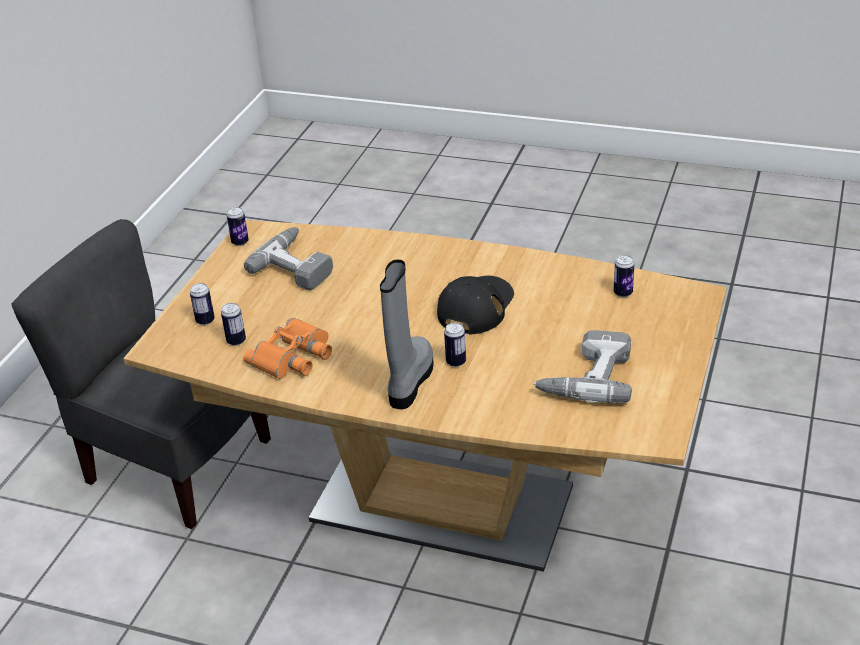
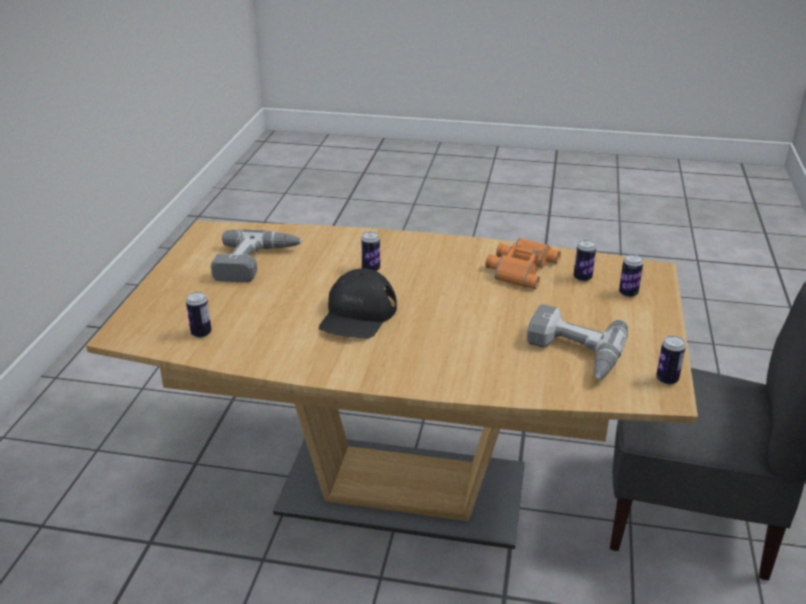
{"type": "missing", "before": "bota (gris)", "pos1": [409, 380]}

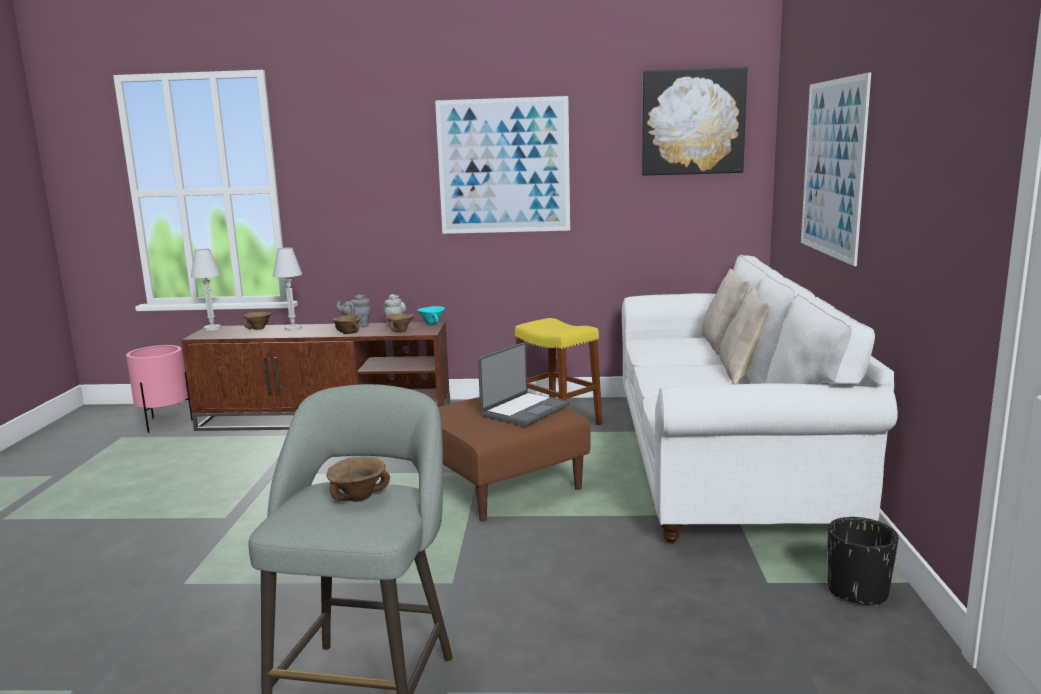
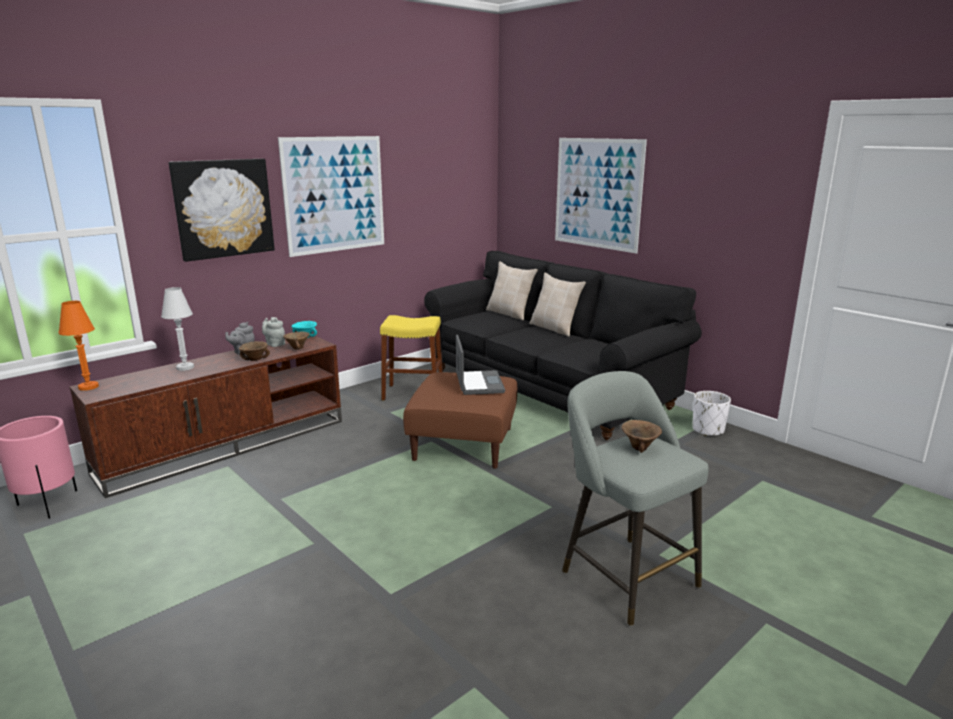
{"type": "colour", "before": "lámpara de mesa (blanco)", "after": "lámpara de mesa (naranja)", "pos1": [212, 329], "pos2": [88, 387]}
{"type": "relocated", "before": "cuadro", "pos1": [692, 122], "pos2": [223, 208]}
{"type": "colour", "before": "sofá (blanco)", "after": "sofá (negro)", "pos1": [721, 461], "pos2": [547, 389]}
{"type": "colour", "before": "maceta (negro)", "after": "maceta (blanco)", "pos1": [857, 591], "pos2": [708, 430]}
{"type": "missing", "before": "cuenco (marrón)", "pos1": [258, 329]}

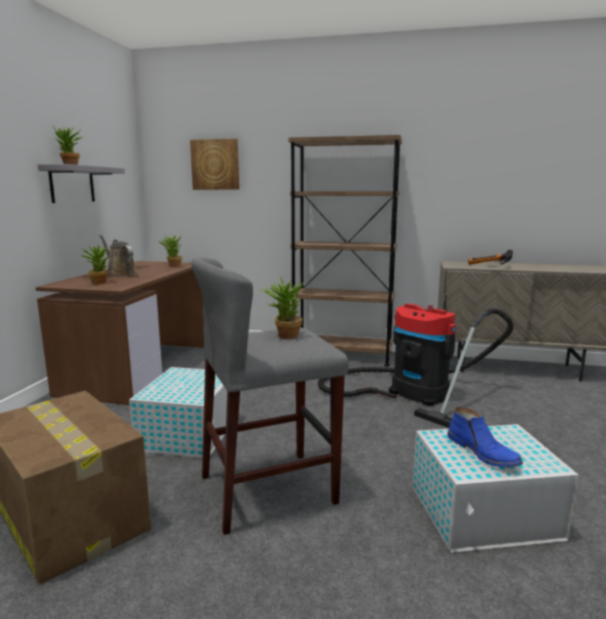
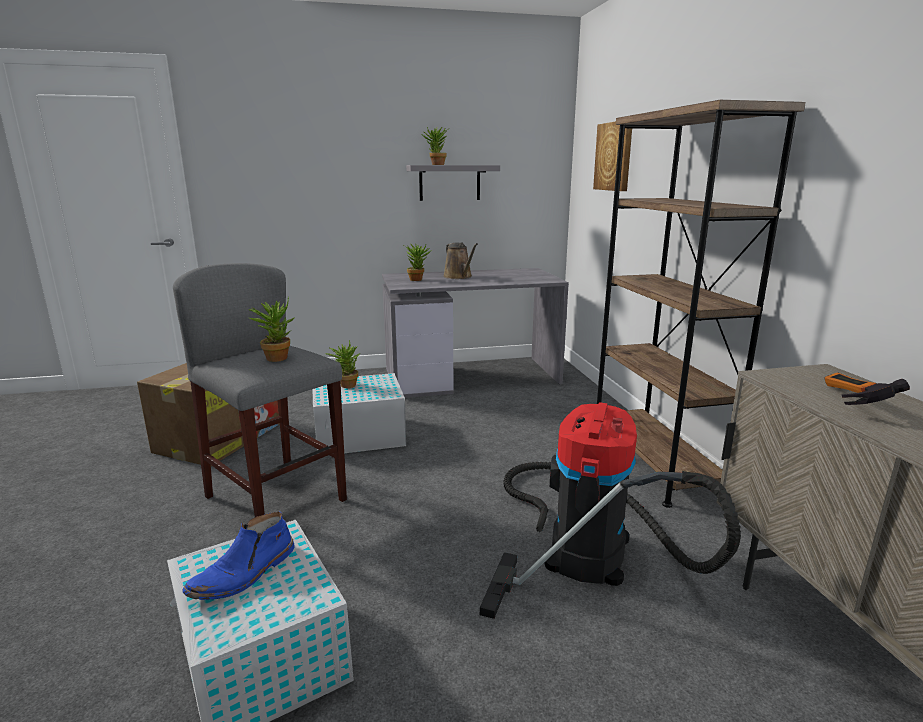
{"type": "relocated", "before": "planta en maceta", "pos1": [172, 266], "pos2": [345, 385]}
{"type": "colour", "before": "escritorio (marrón)", "after": "escritorio (gris)", "pos1": [139, 368], "pos2": [472, 376]}
{"type": "spun", "before": "regadera (marrón)", "pos1": [120, 274], "pos2": [459, 277], "turn": 135}

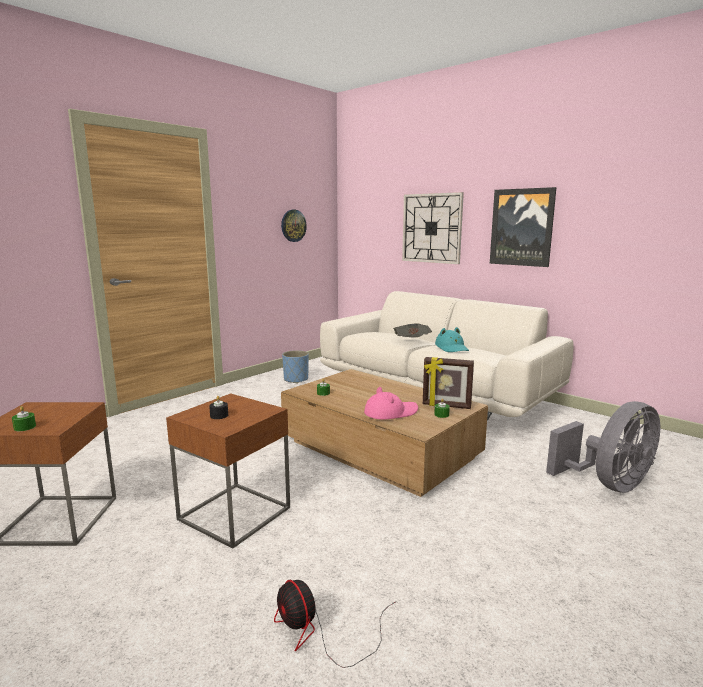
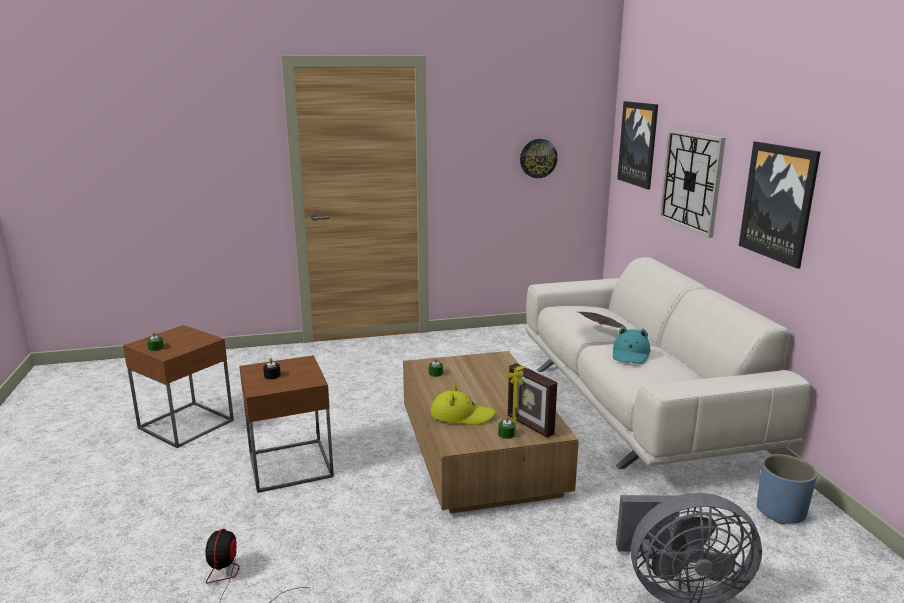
{"type": "colour", "before": "sombrero (rosa)", "after": "sombrero (amarillo)", "pos1": [390, 412], "pos2": [461, 415]}
{"type": "appeared", "after": "cuadro", "pos2": [638, 144]}
{"type": "relocated", "before": "maceta (azul)", "pos1": [296, 379], "pos2": [780, 511]}

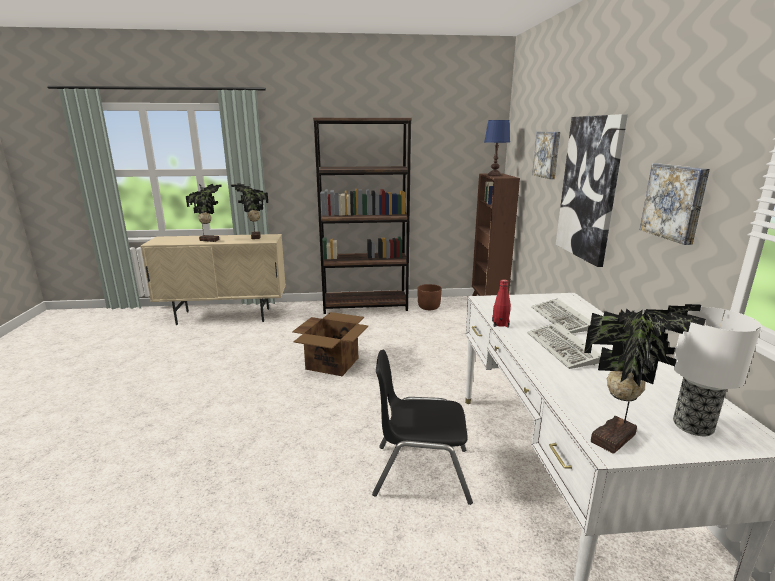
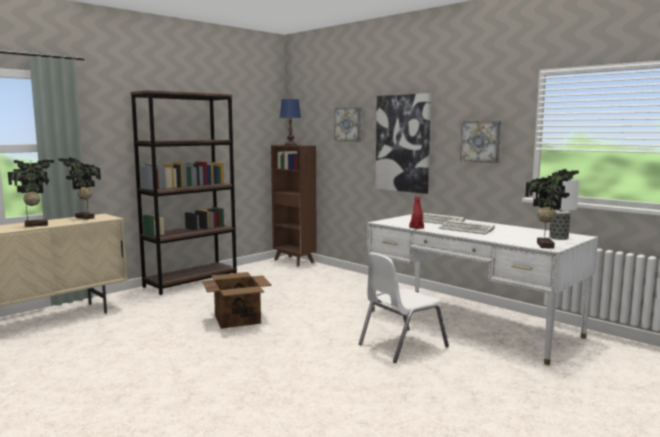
{"type": "colour", "before": "silla (negro)", "after": "silla (blanco)", "pos1": [421, 472], "pos2": [401, 345]}
{"type": "missing", "before": "maceta (marrón)", "pos1": [428, 307]}

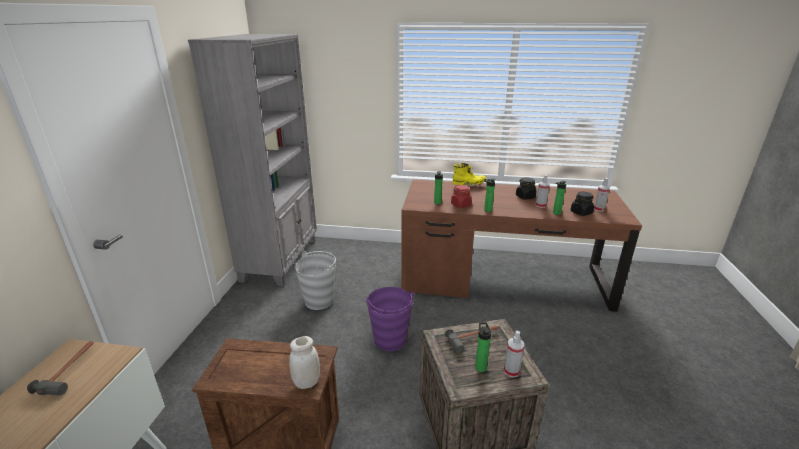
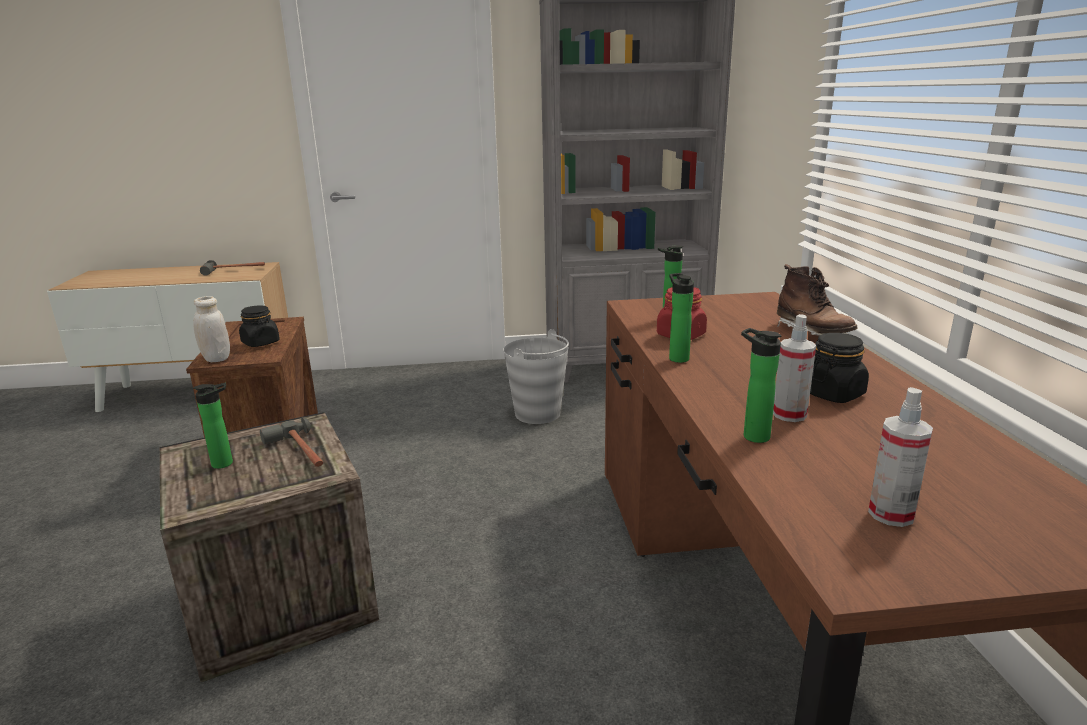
{"type": "relocated", "before": "tarro (negro)", "pos1": [581, 212], "pos2": [261, 343]}
{"type": "colour", "before": "bota (amarillo)", "after": "bota (marrón)", "pos1": [468, 186], "pos2": [812, 333]}
{"type": "missing", "before": "cubo (morado)", "pos1": [390, 340]}
{"type": "missing", "before": "pulverizador", "pos1": [511, 371]}

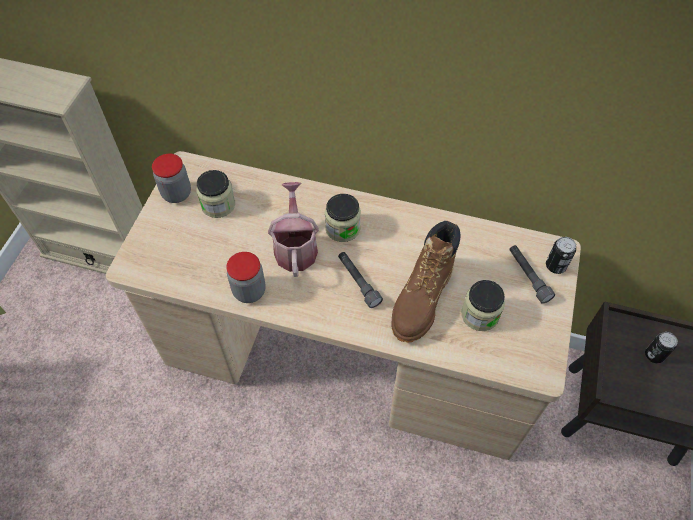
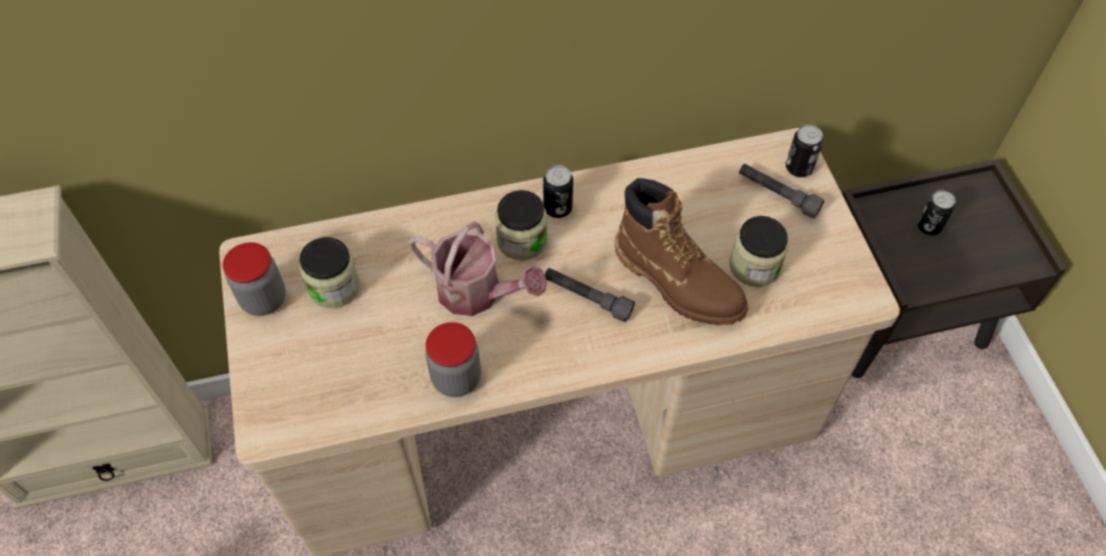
{"type": "spun", "before": "regadera", "pos1": [295, 247], "pos2": [477, 293], "turn": 150}
{"type": "appeared", "after": "lata", "pos2": [558, 208]}
{"type": "spun", "before": "bota (marrón)", "pos1": [422, 300], "pos2": [677, 282], "turn": -45}

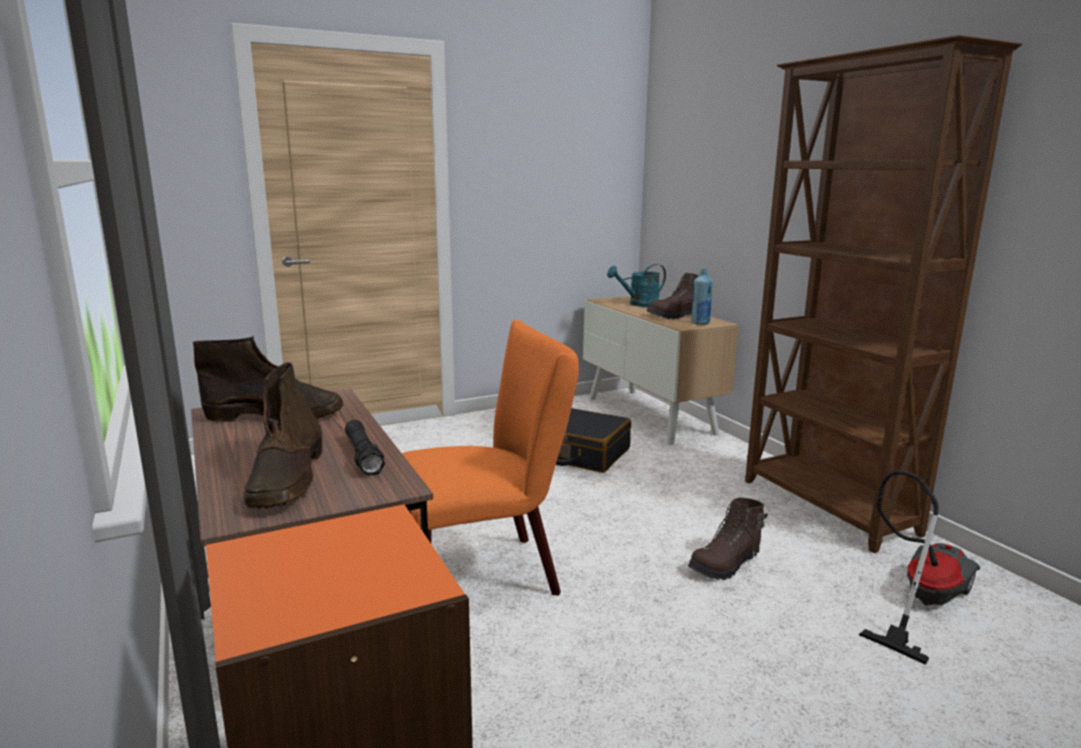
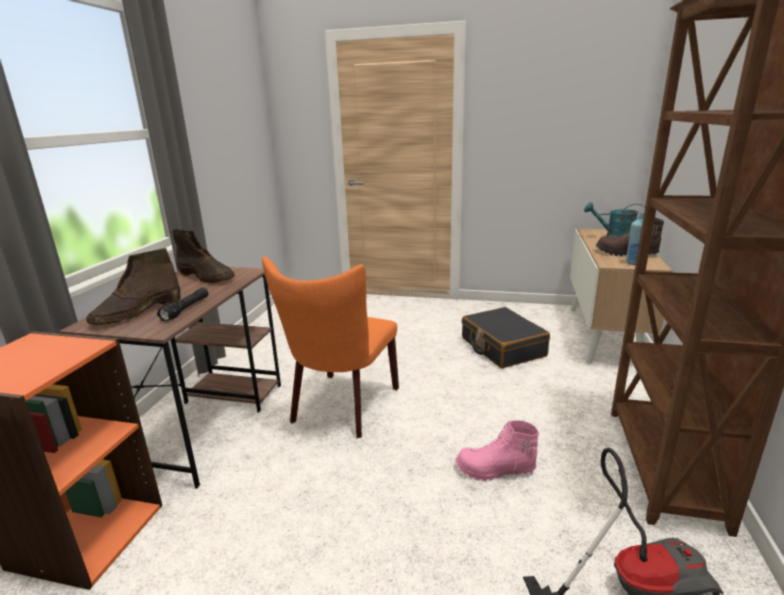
{"type": "spun", "before": "silla (naranja)", "pos1": [489, 573], "pos2": [342, 408], "turn": 90}
{"type": "colour", "before": "bota (marrón)", "after": "bota (rosa)", "pos1": [726, 564], "pos2": [495, 470]}

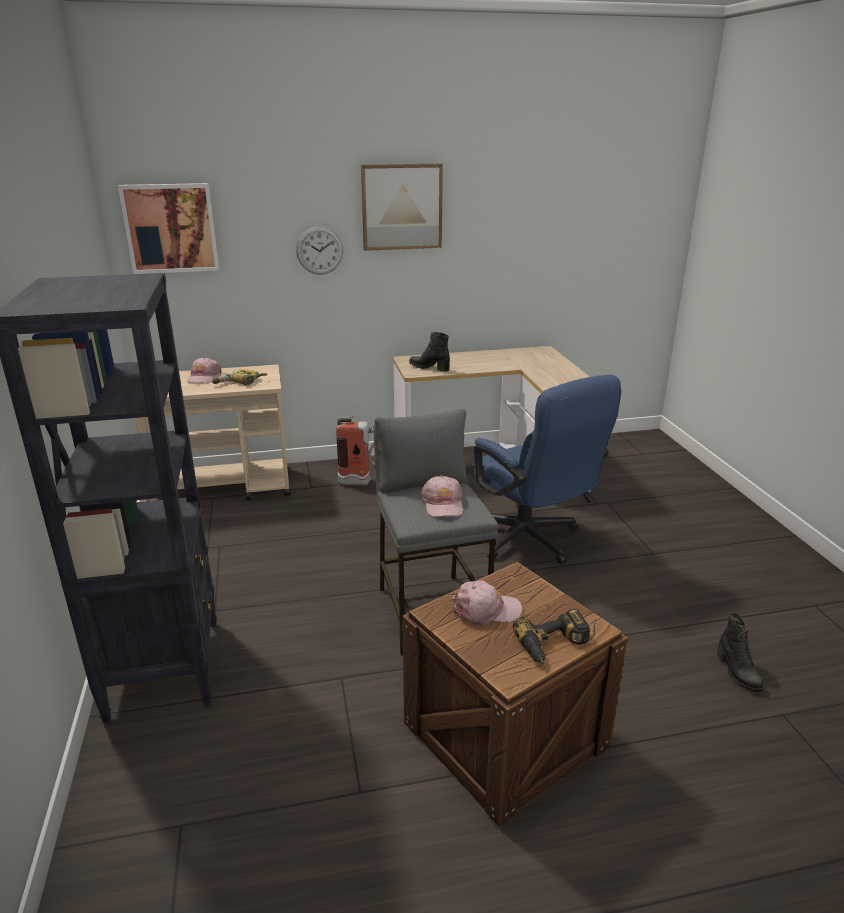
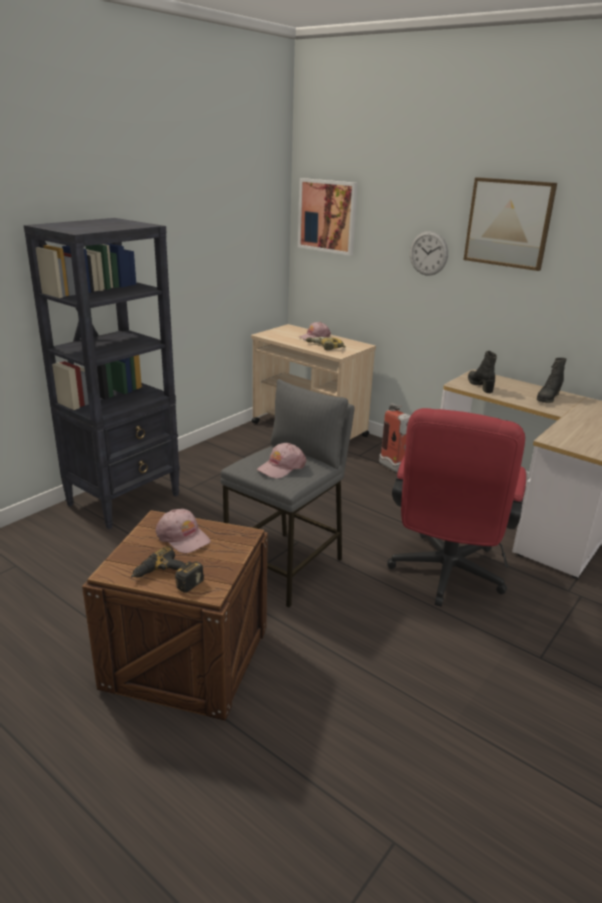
{"type": "colour", "before": "silla de oficina (azul)", "after": "silla de oficina (rojo)", "pos1": [530, 541], "pos2": [445, 576]}
{"type": "relocated", "before": "bota (negro)", "pos1": [737, 673], "pos2": [547, 398]}

